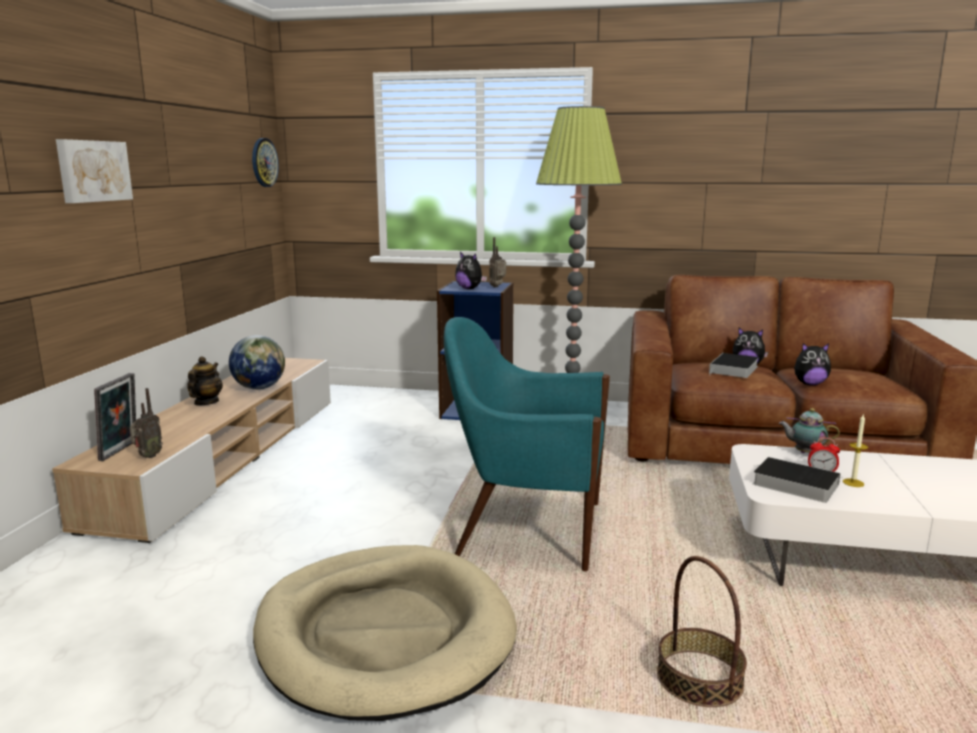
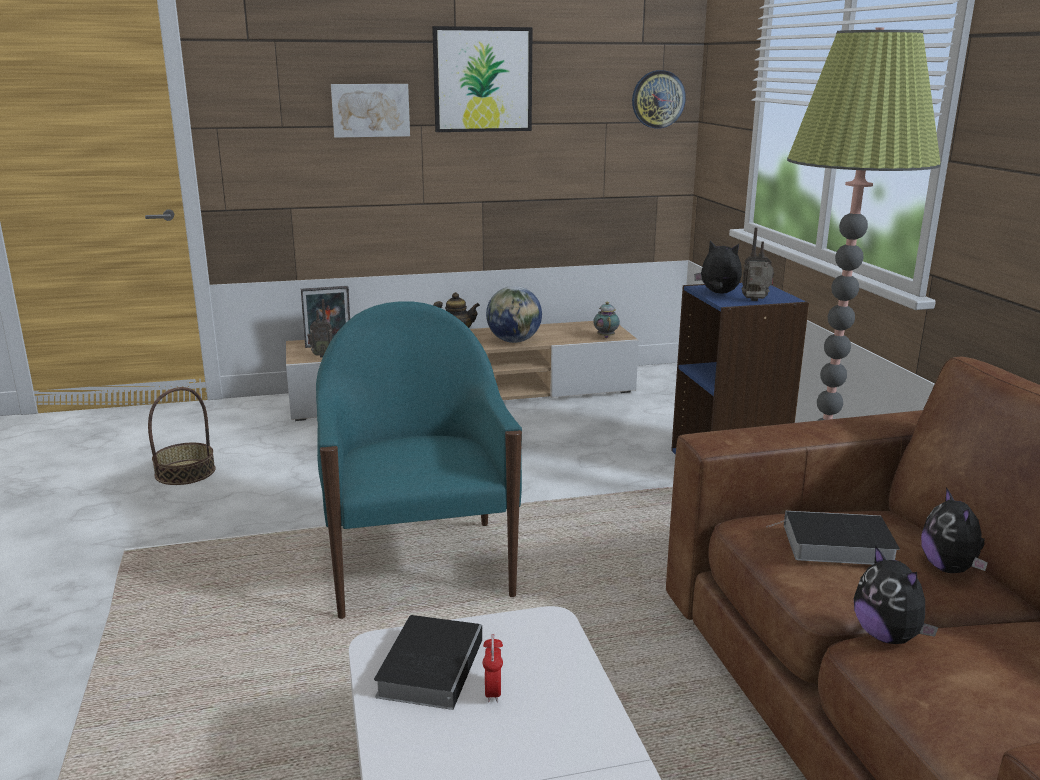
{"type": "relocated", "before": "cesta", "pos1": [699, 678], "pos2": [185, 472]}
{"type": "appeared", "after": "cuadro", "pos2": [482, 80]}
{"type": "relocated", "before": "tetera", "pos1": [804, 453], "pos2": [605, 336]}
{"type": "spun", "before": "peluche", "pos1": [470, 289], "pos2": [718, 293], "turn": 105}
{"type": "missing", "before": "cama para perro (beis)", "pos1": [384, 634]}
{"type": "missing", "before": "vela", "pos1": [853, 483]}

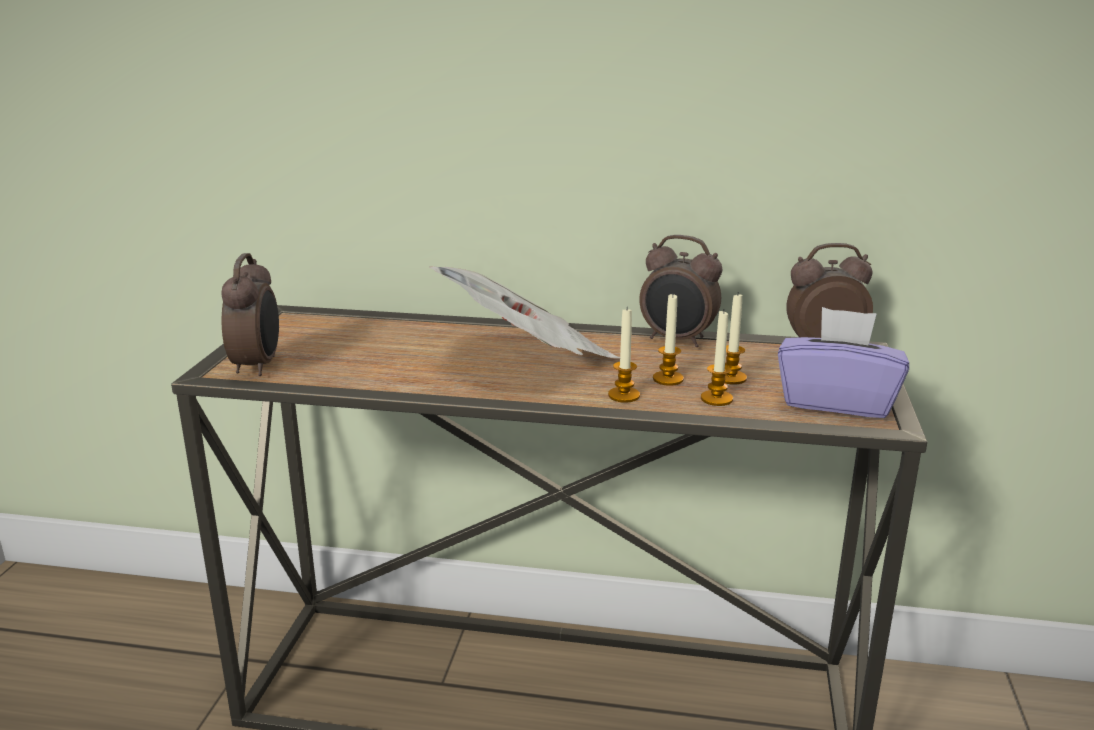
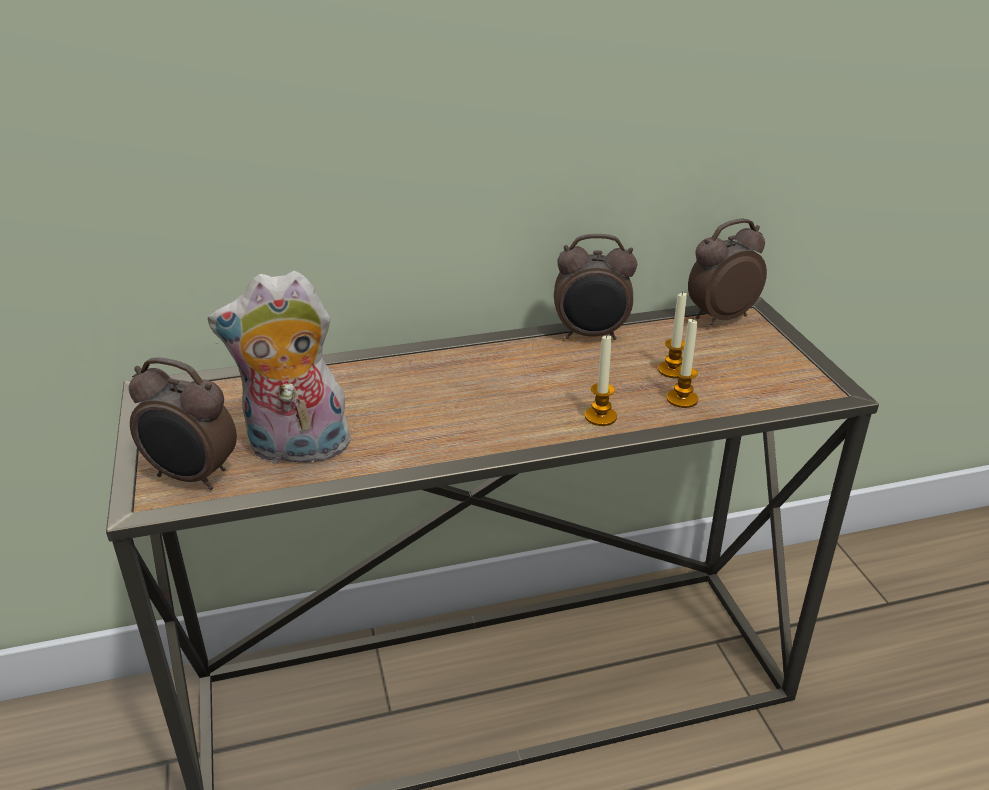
{"type": "spun", "before": "despertador", "pos1": [258, 366], "pos2": [192, 477], "turn": 135}
{"type": "appeared", "after": "peluche", "pos2": [296, 450]}
{"type": "missing", "before": "periódico", "pos1": [528, 358]}
{"type": "missing", "before": "vela", "pos1": [668, 379]}
{"type": "missing", "before": "caja de pañuelos (morado)", "pos1": [836, 401]}

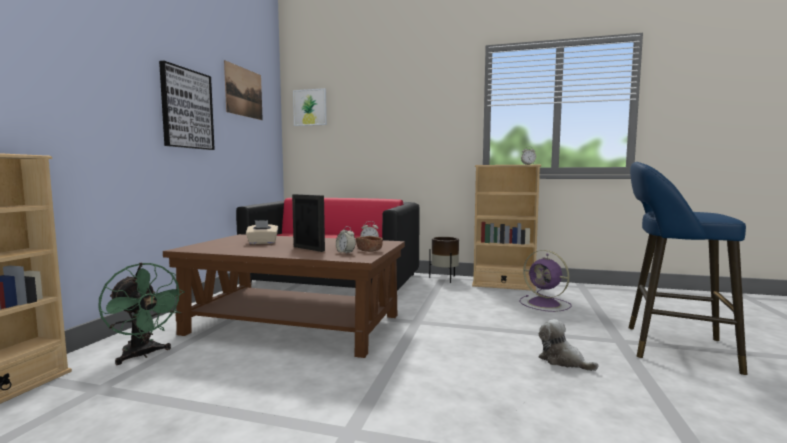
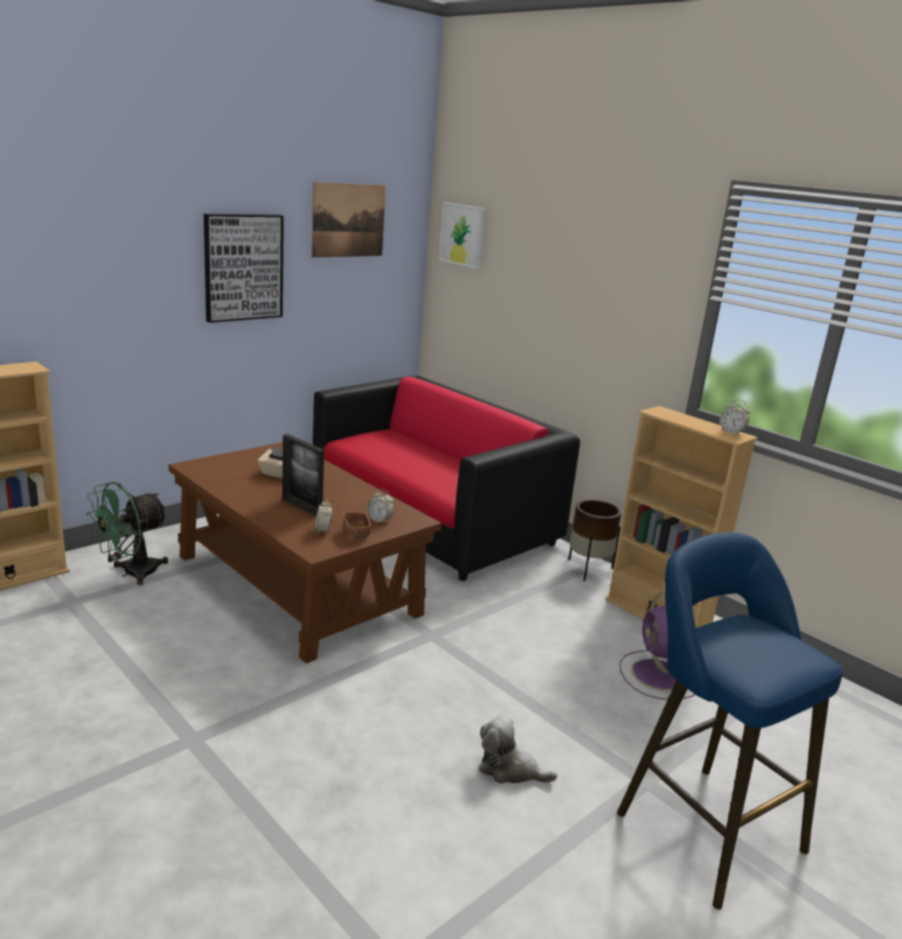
{"type": "spun", "before": "ventilador (verde)", "pos1": [143, 355], "pos2": [131, 573], "turn": 60}
{"type": "spun", "before": "portarretratos", "pos1": [308, 249], "pos2": [301, 507], "turn": 150}
{"type": "spun", "before": "peluche", "pos1": [562, 361], "pos2": [510, 769], "turn": -60}

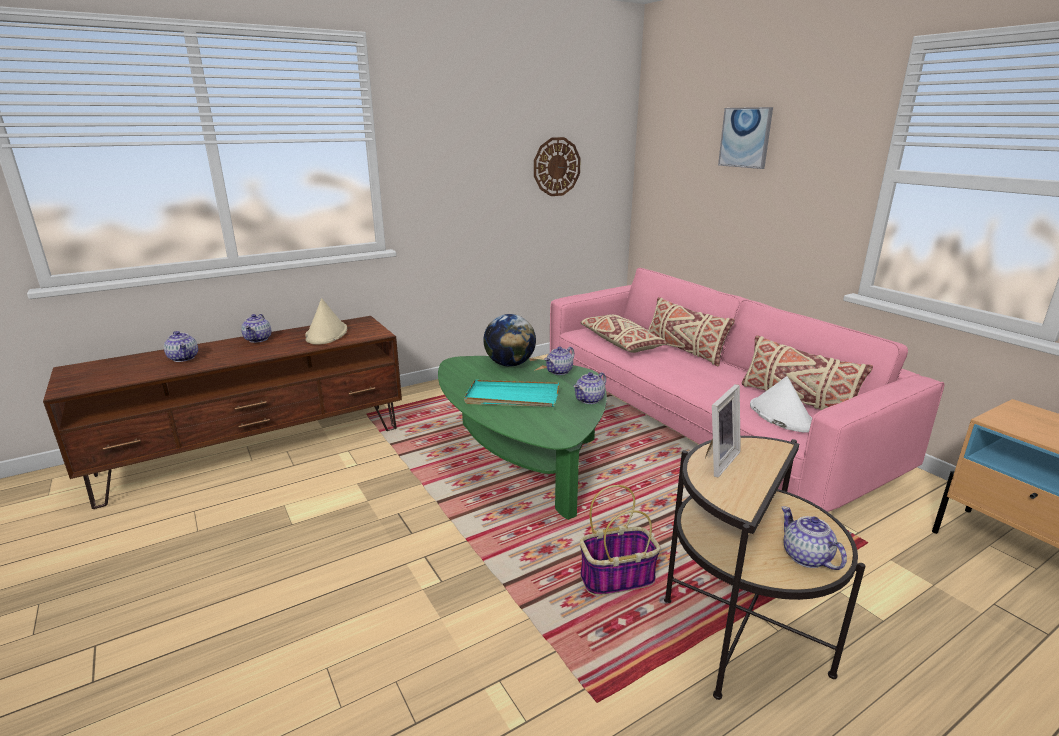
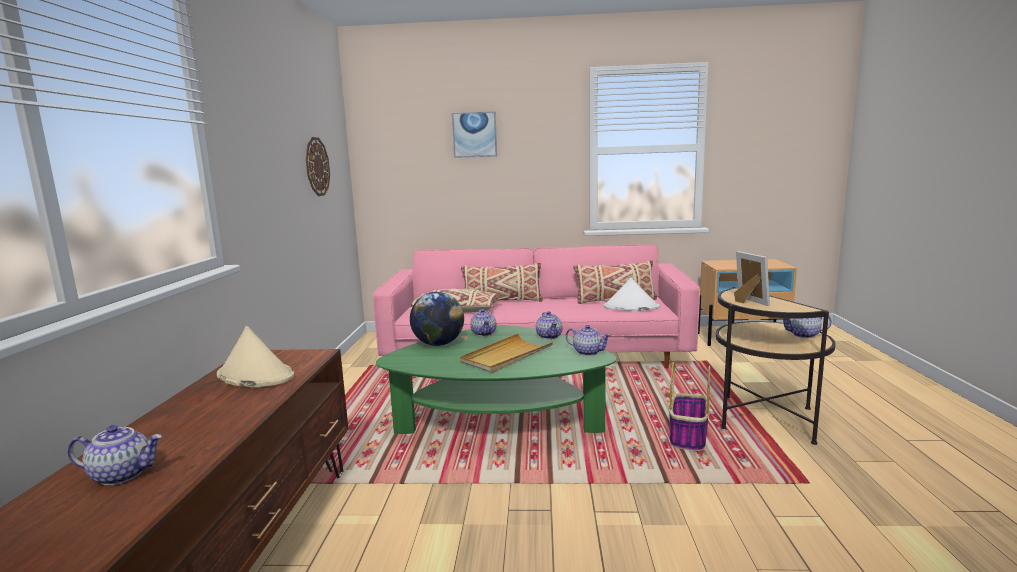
{"type": "colour", "before": "bandeja (turquesa)", "after": "bandeja (beis)", "pos1": [512, 397], "pos2": [506, 356]}
{"type": "relocated", "before": "tetera", "pos1": [258, 339], "pos2": [587, 352]}

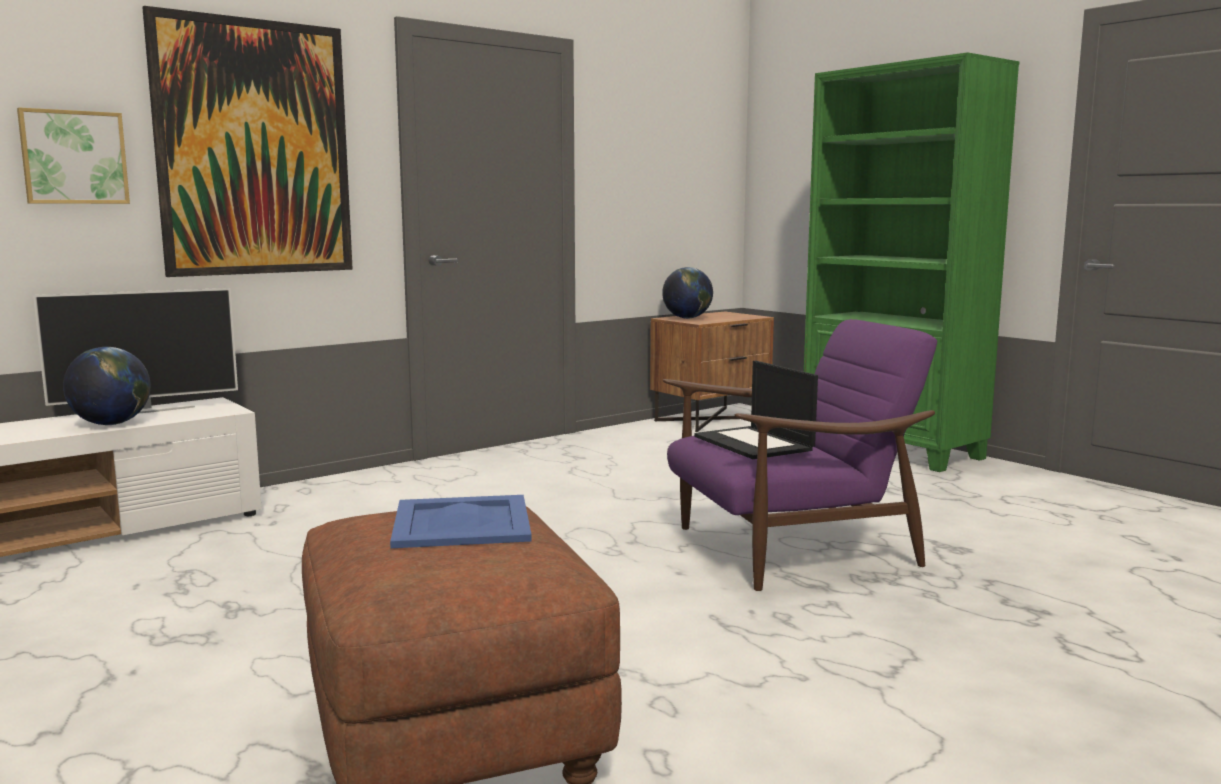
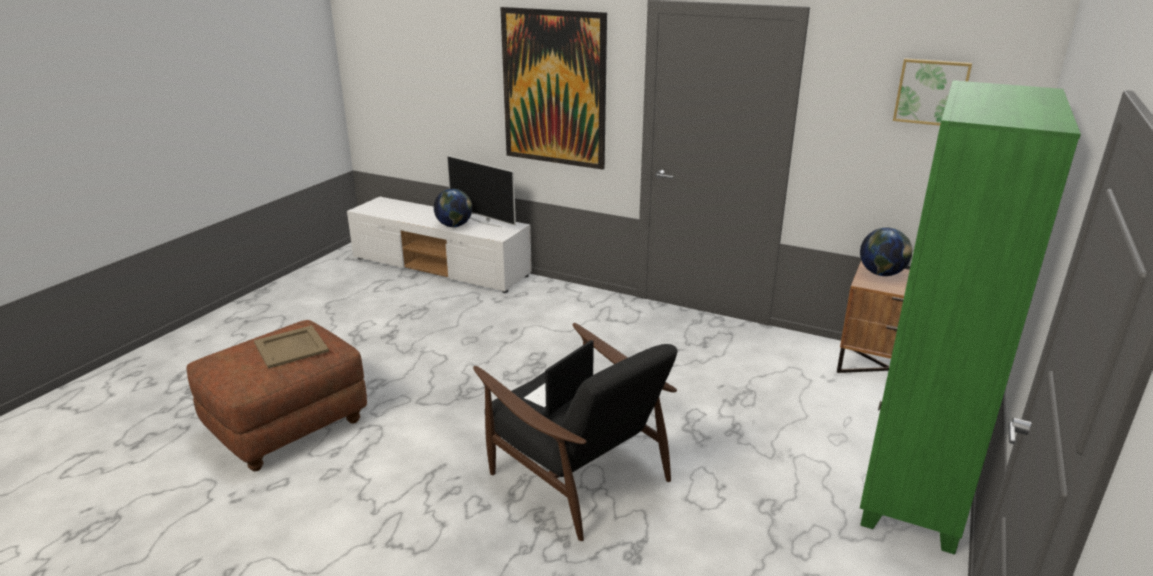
{"type": "colour", "before": "bandeja (azul)", "after": "bandeja (beis)", "pos1": [463, 522], "pos2": [292, 347]}
{"type": "colour", "before": "sillón (morado)", "after": "sillón (negro)", "pos1": [790, 548], "pos2": [576, 472]}
{"type": "relocated", "before": "cuadro", "pos1": [74, 157], "pos2": [931, 92]}

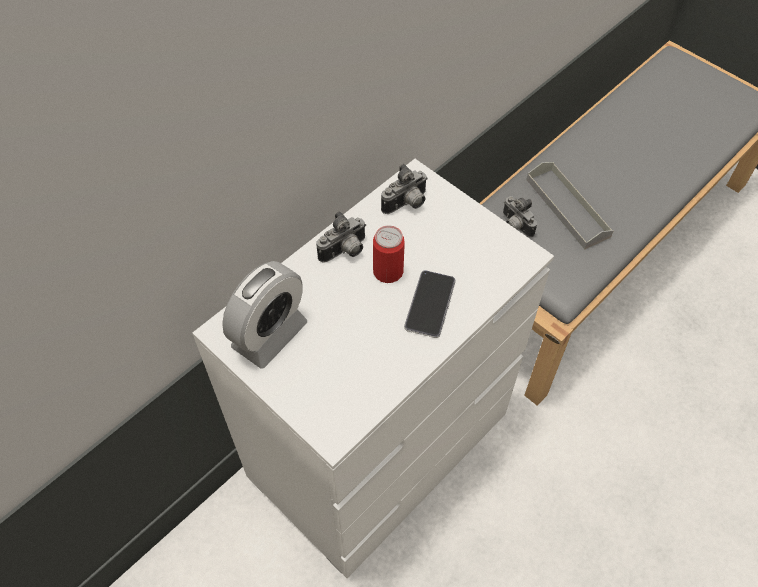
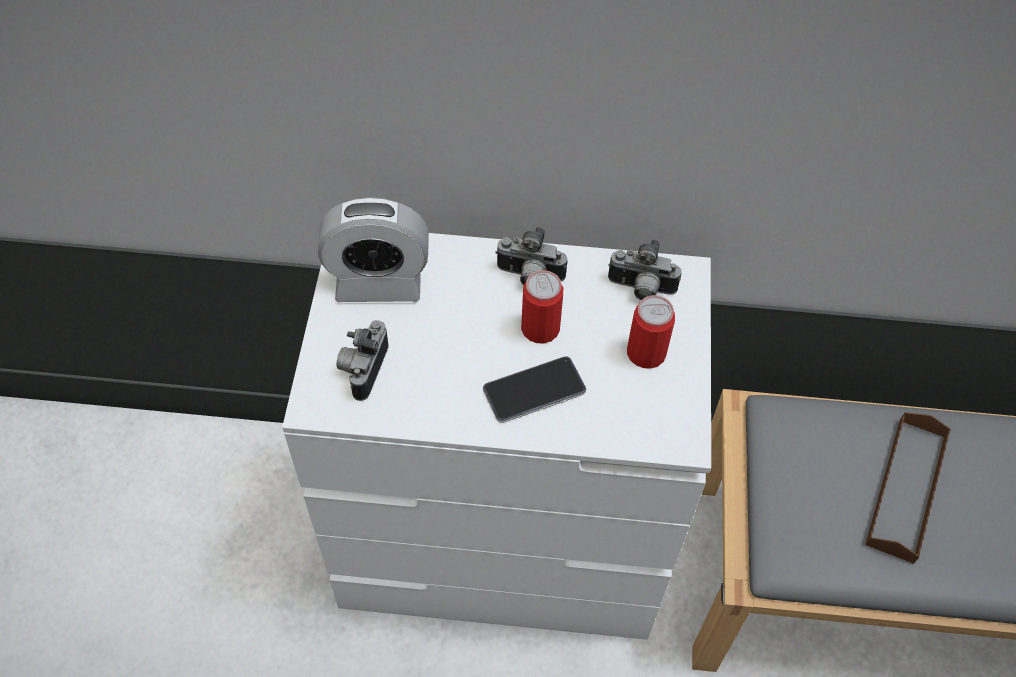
{"type": "relocated", "before": "cámara", "pos1": [514, 226], "pos2": [363, 369]}
{"type": "appeared", "after": "lata", "pos2": [646, 353]}
{"type": "colour", "before": "bandeja (gris)", "after": "bandeja (marrón)", "pos1": [567, 207], "pos2": [906, 489]}

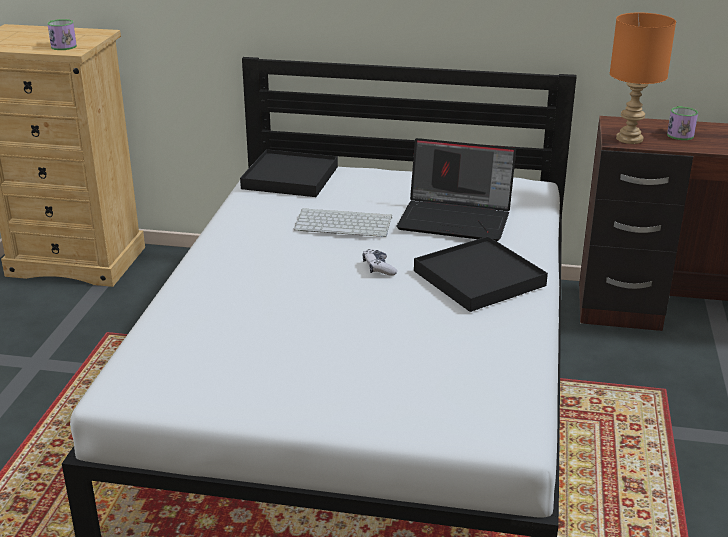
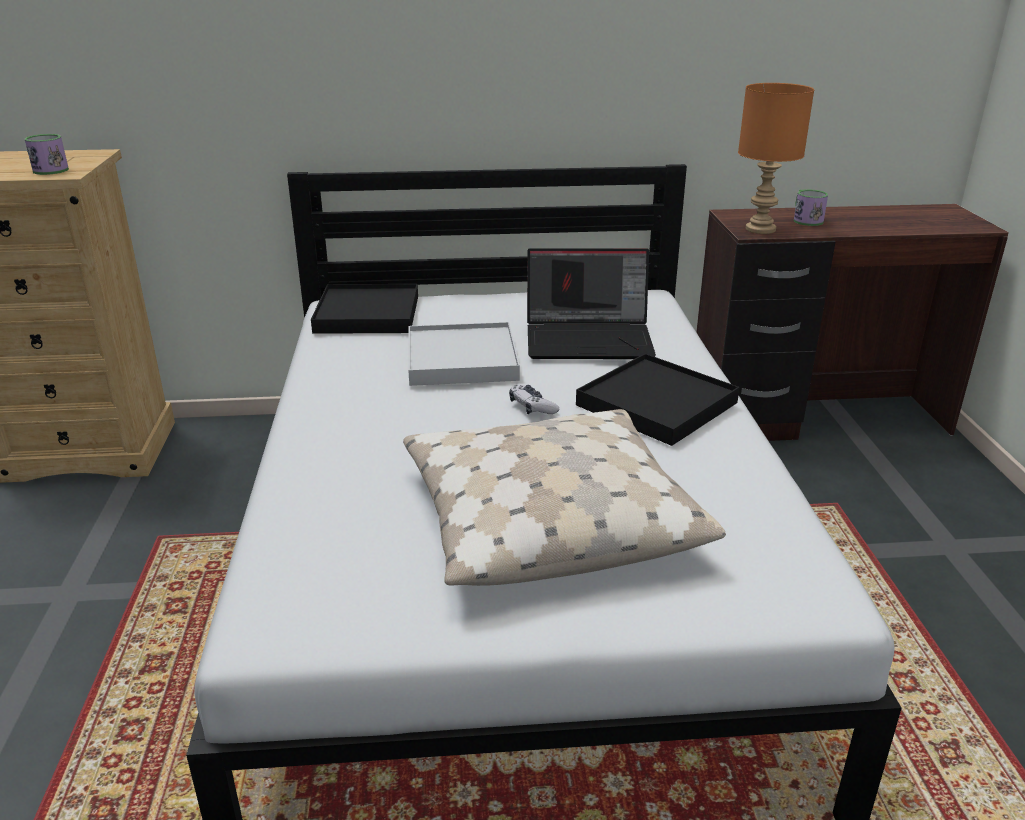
{"type": "appeared", "after": "cojín (beis)", "pos2": [547, 519]}
{"type": "exchanged", "before": "teclado", "after": "bandeja (blanco)", "pos1": [345, 223], "pos2": [462, 359]}

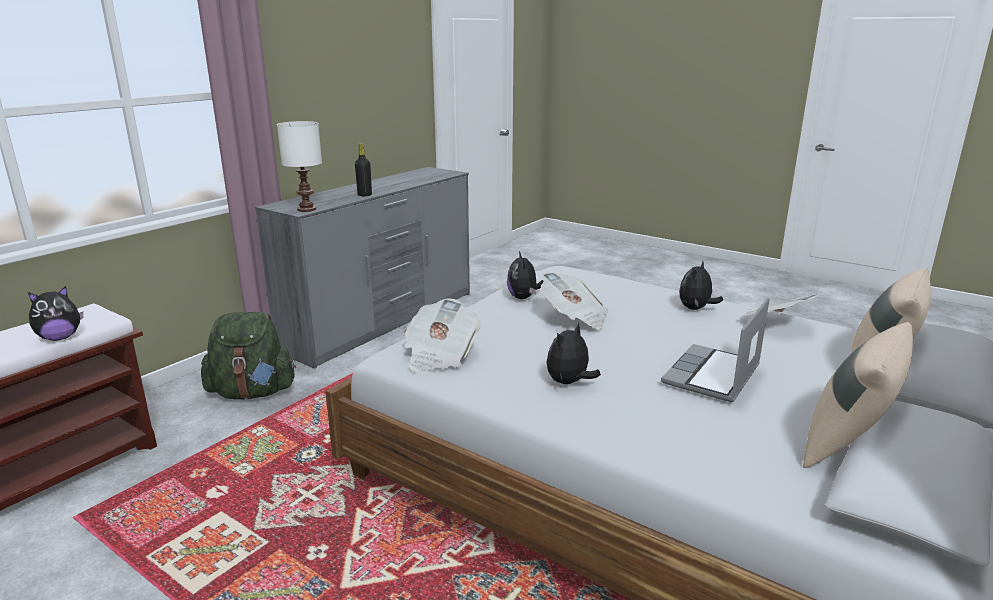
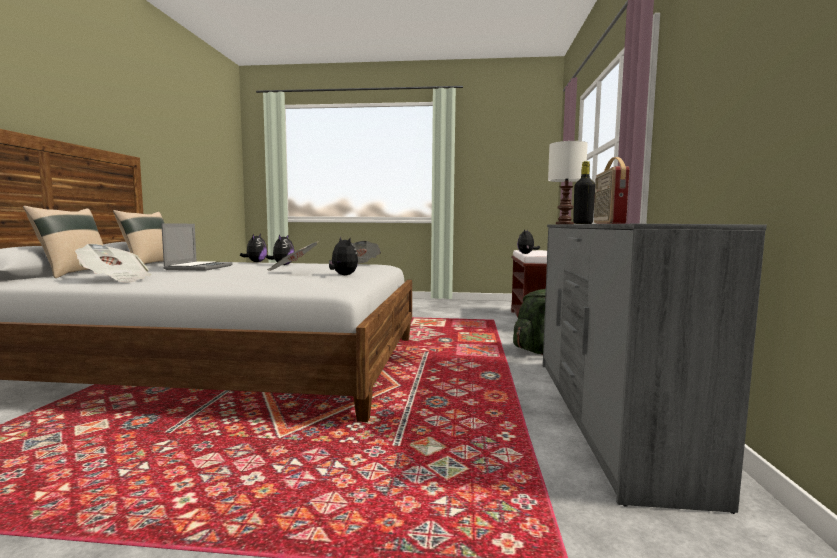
{"type": "relocated", "before": "peluche", "pos1": [696, 309], "pos2": [255, 262]}
{"type": "appeared", "after": "radio", "pos2": [607, 223]}

